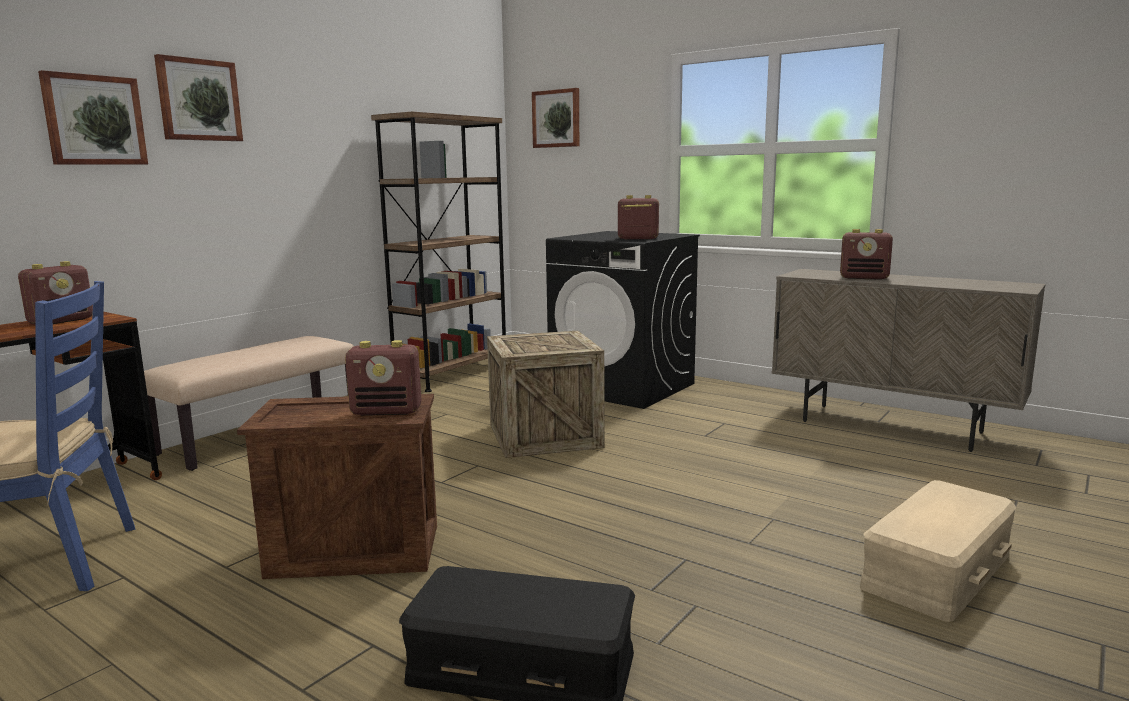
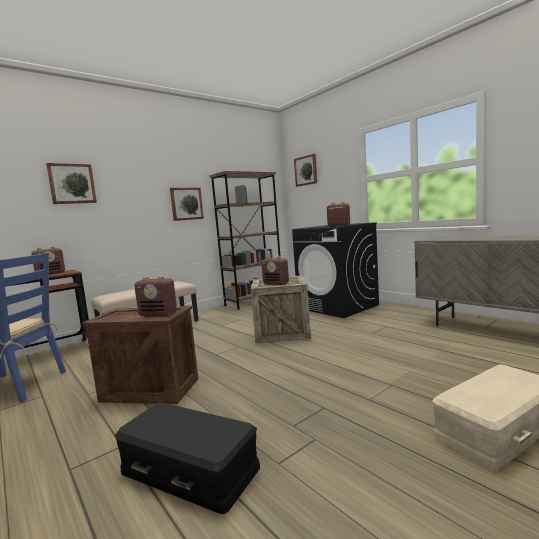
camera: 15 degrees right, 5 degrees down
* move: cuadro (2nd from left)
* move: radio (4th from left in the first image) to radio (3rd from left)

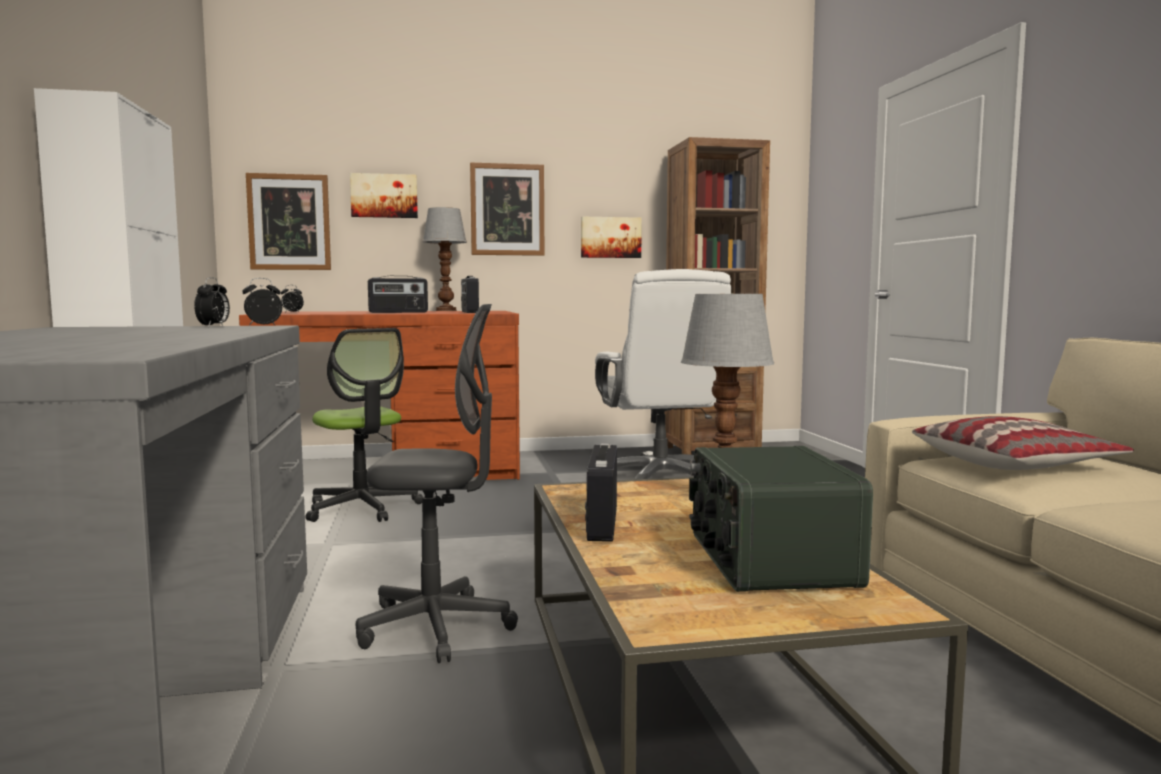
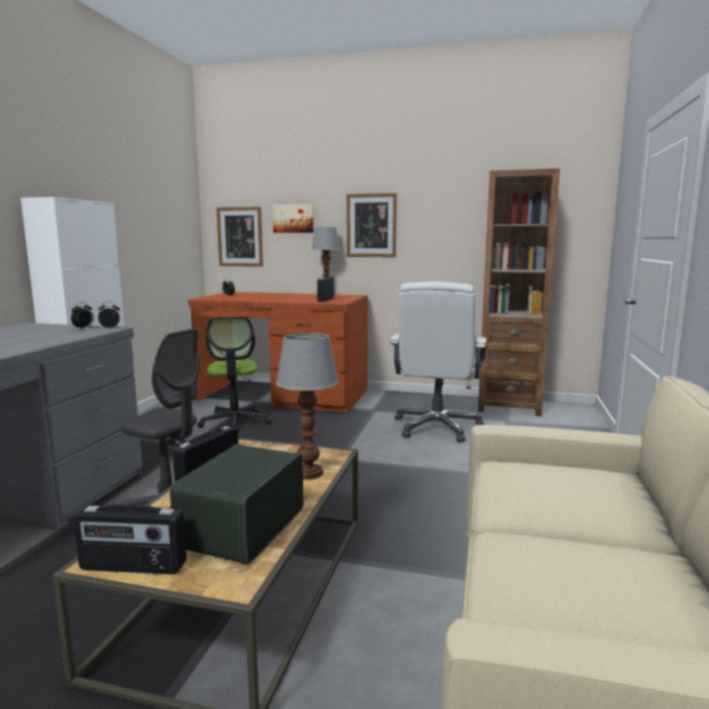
camera: 25 degrees right, 5 degrees up
* move: radio (1st from left)
* delete: cuadro (4th from left)
* delete: cojín

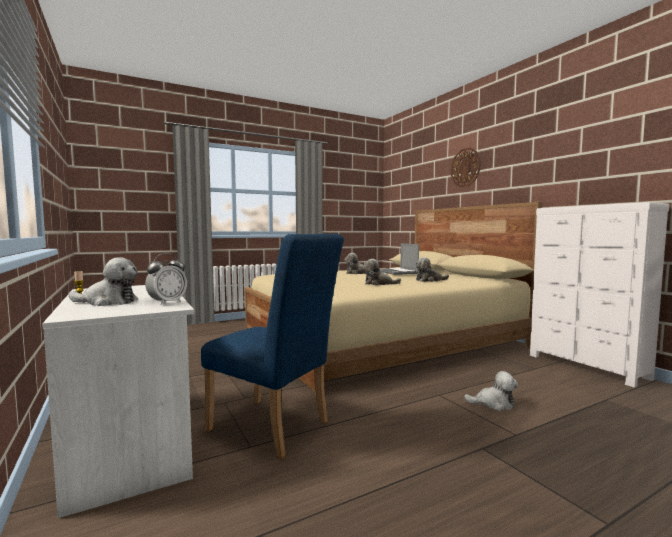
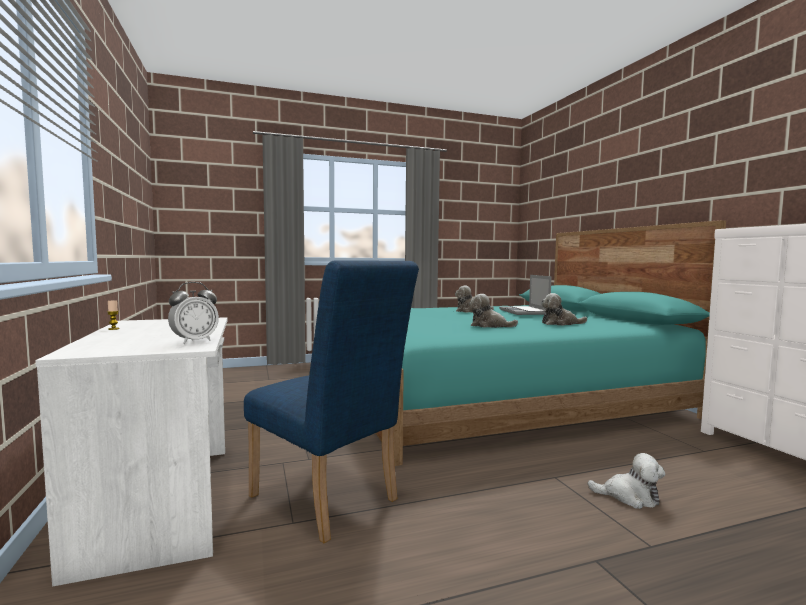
camera: 10 degrees right, 0 degrees up
* delete: peluche (1st from left)
* recolor: cama/beis to cama/turquesa
* delete: reloj de pared

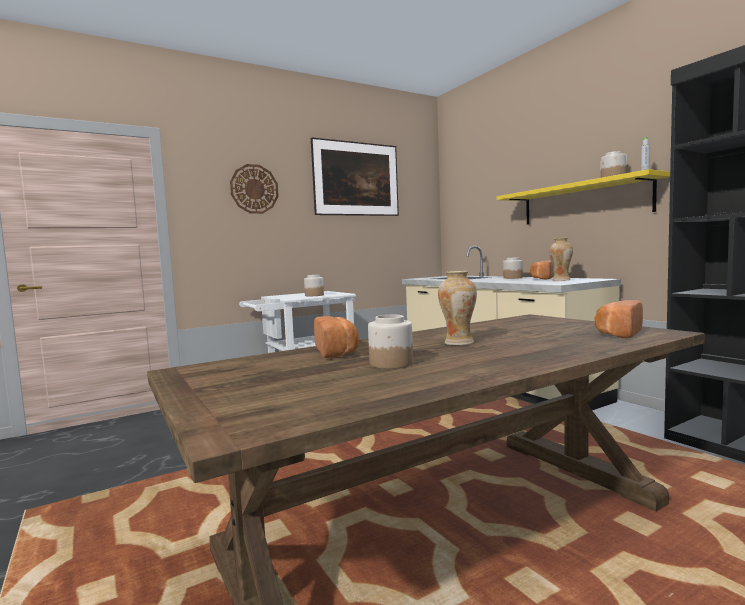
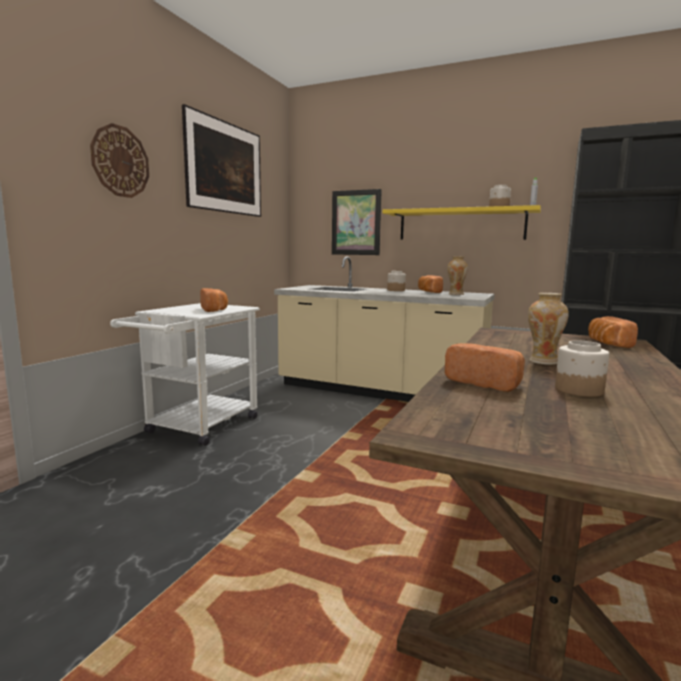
camera: 35 degrees left, 5 degrees up
* replace: tarro (1st from left) to pan (1st from left)
* insert: cuadro (2nd from left)

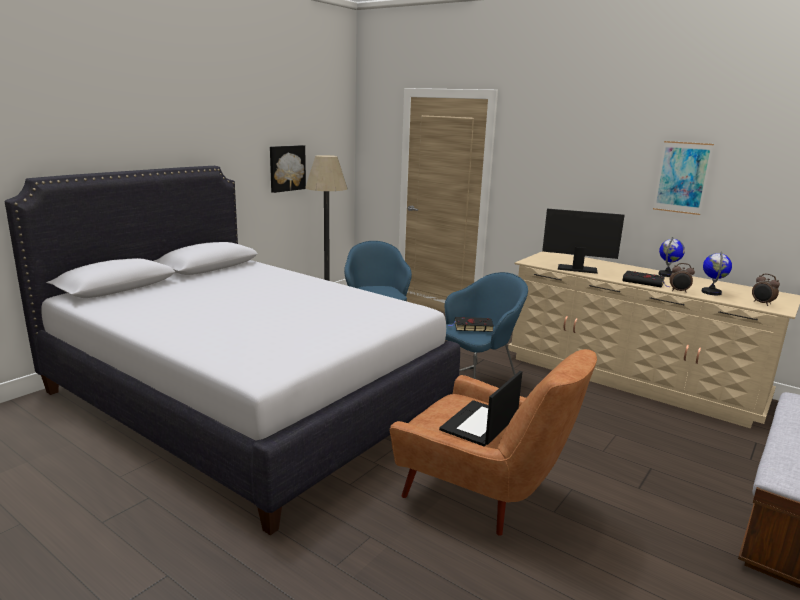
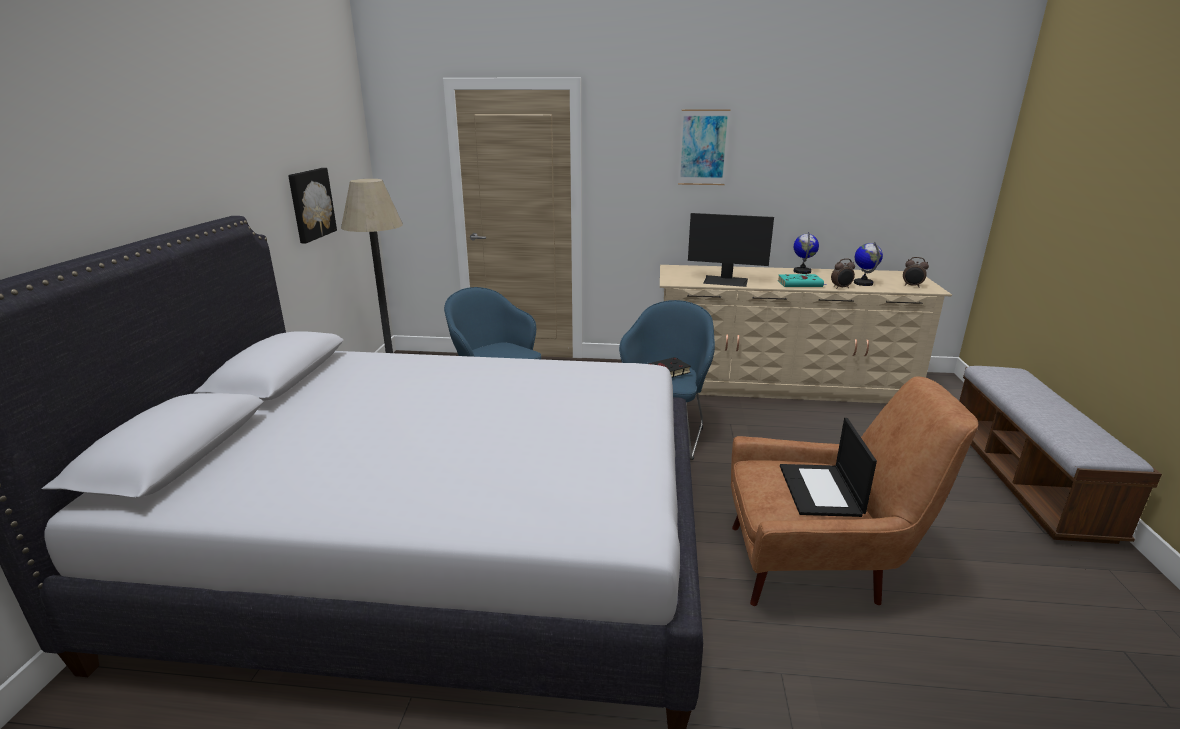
camera: 30 degrees left, 5 degrees up
* rotate: monitor 150 degrees counterclockwise
* recolor: libro/negro (2nd from left) to libro/turquesa
* move: cuadro (2nd from left)

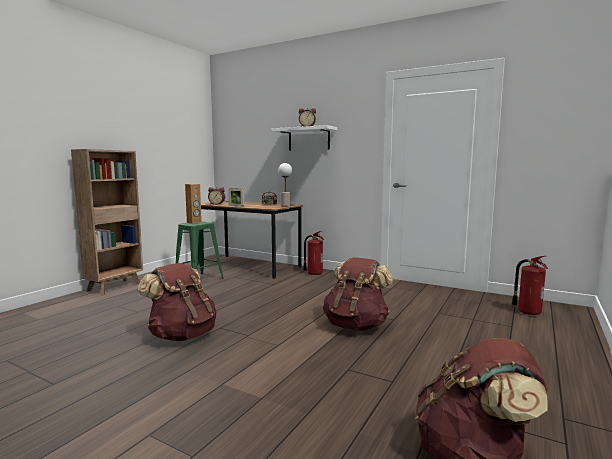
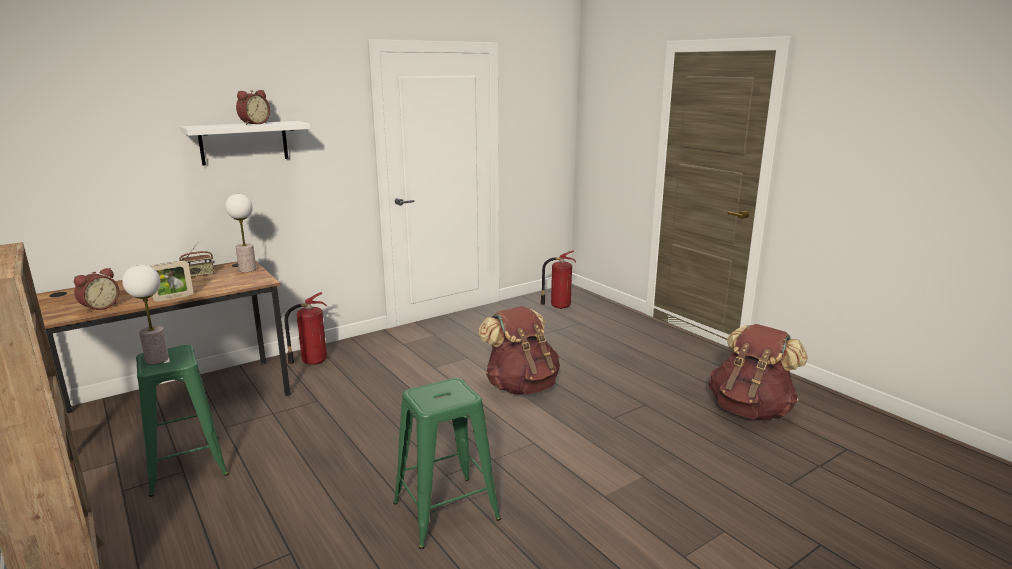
camera: 65 degrees left, 10 degrees up
* replace: mochila/marrón (1st from left) to taburete/verde (2nd from left)
* replace: altavoz/marrón to lámpara de mesa (1st from left)

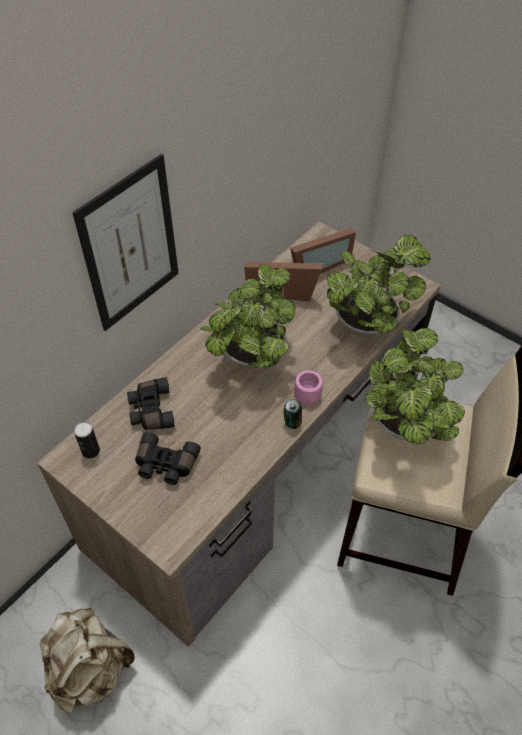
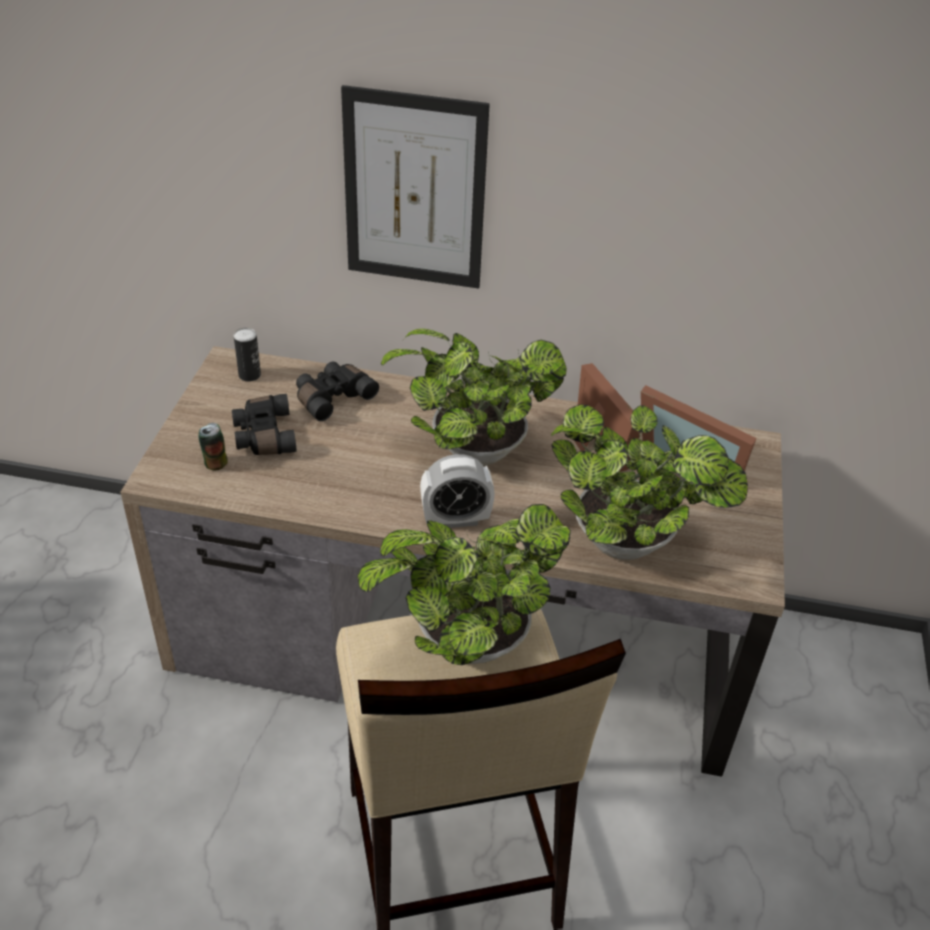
camera: 60 degrees right, 10 degrees down
* delete: mochila/beis
* move: lata (2nd from left in the first image) to lata (1st from left)
* replace: taza grande/rosa to despertador

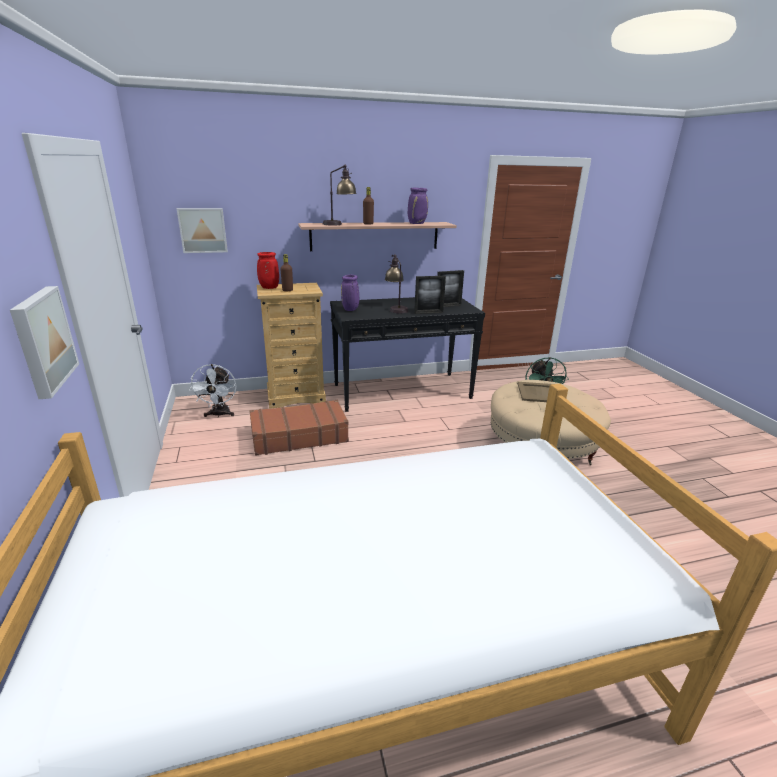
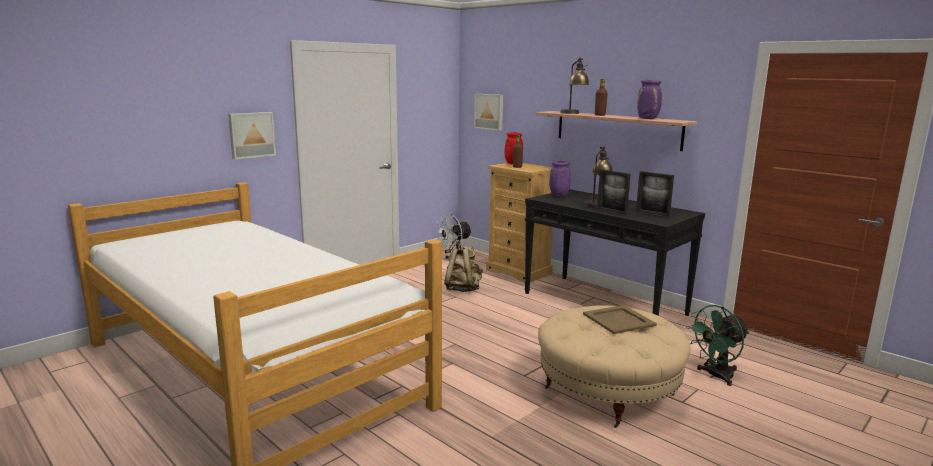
camera: 60 degrees right, 10 degrees down
* replace: maleta/marrón to mochila/beis

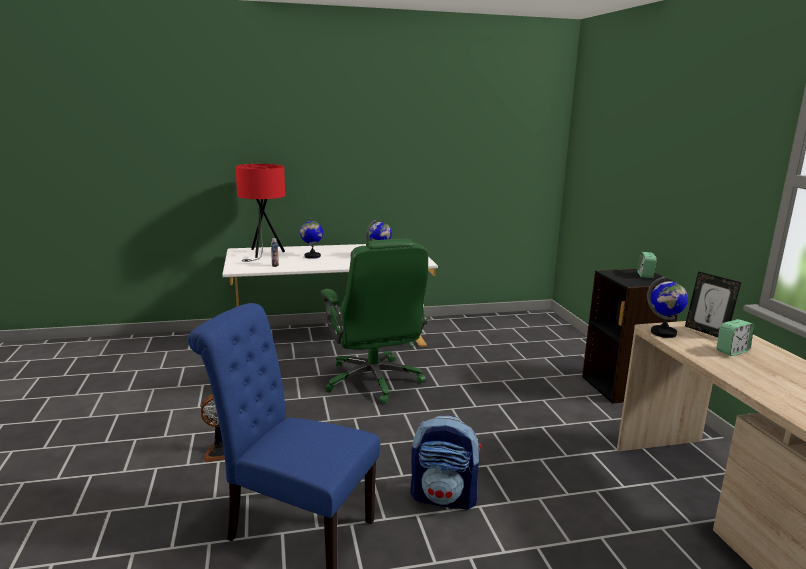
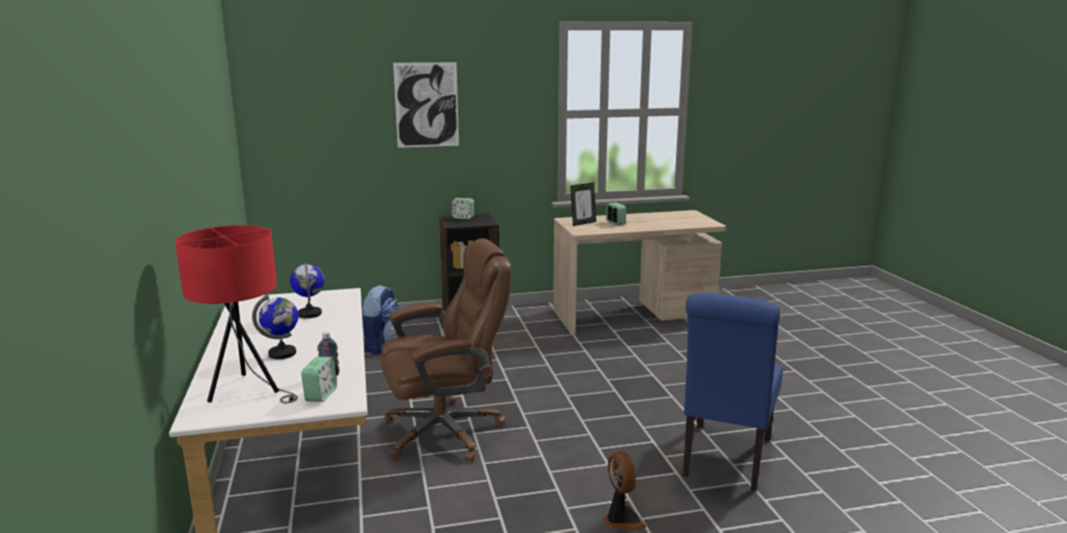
camera: 90 degrees left, 0 degrees up
* recolor: silla de oficina/verde to silla de oficina/marrón
* move: mochila
* delete: globo terráqueo (3rd from left)
* insert: despertador (1st from left)
* insert: cuadro

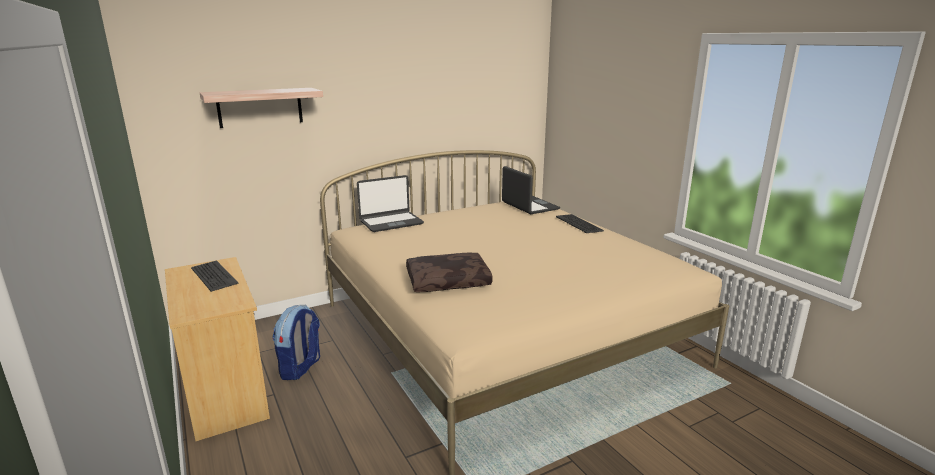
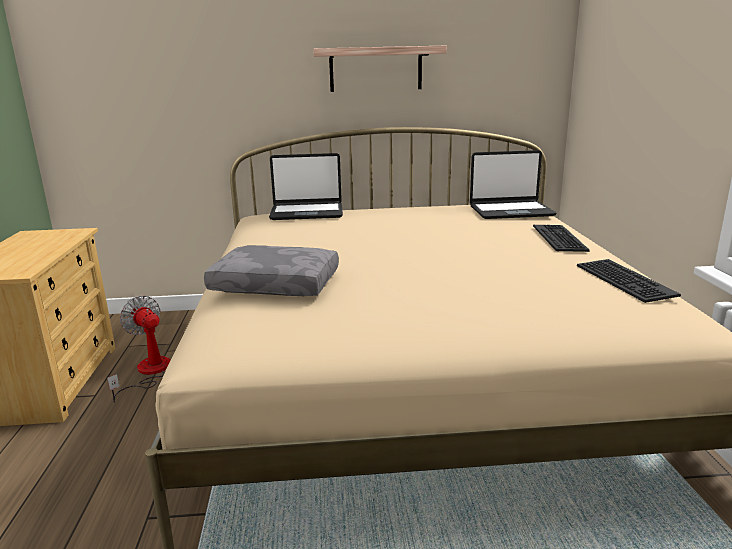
camera: 25 degrees right, 0 degrees up
* move: teclado (1st from left in the first image) to teclado (2nd from left)
* move: estante
* replace: mochila to ventilador
* recolor: cojín/marrón to cojín/gris
* rotate: portátil (2nd from left) 90 degrees clockwise

